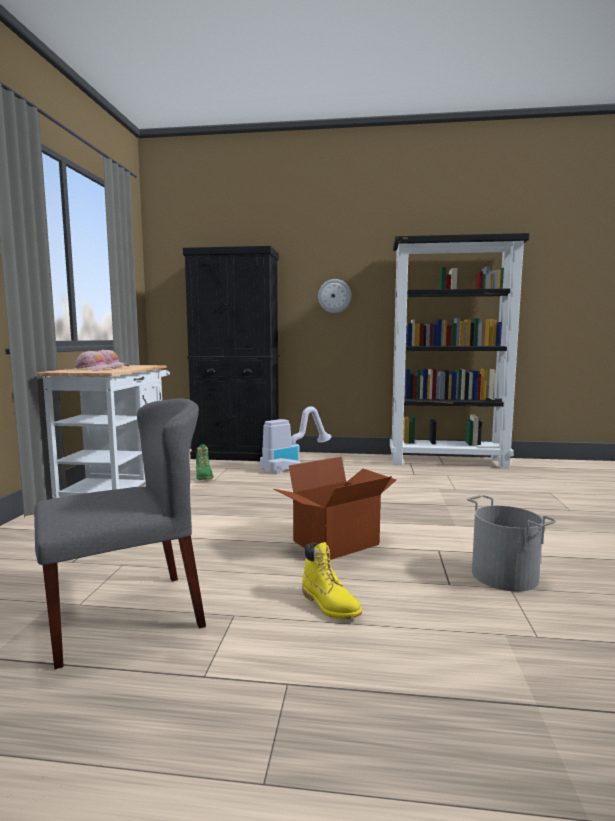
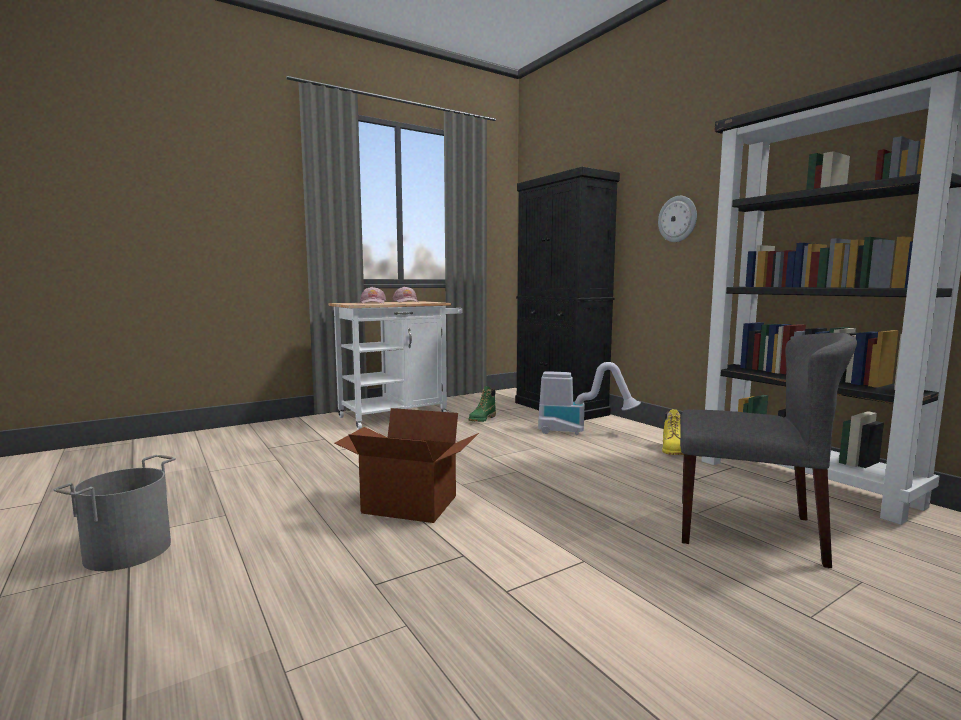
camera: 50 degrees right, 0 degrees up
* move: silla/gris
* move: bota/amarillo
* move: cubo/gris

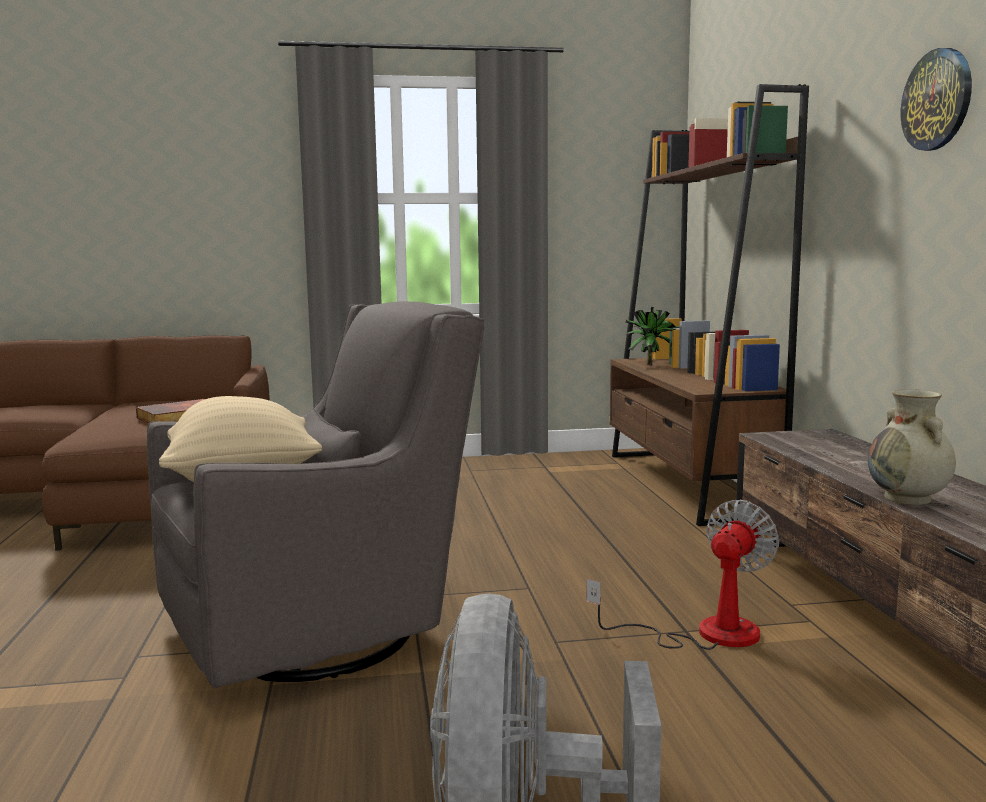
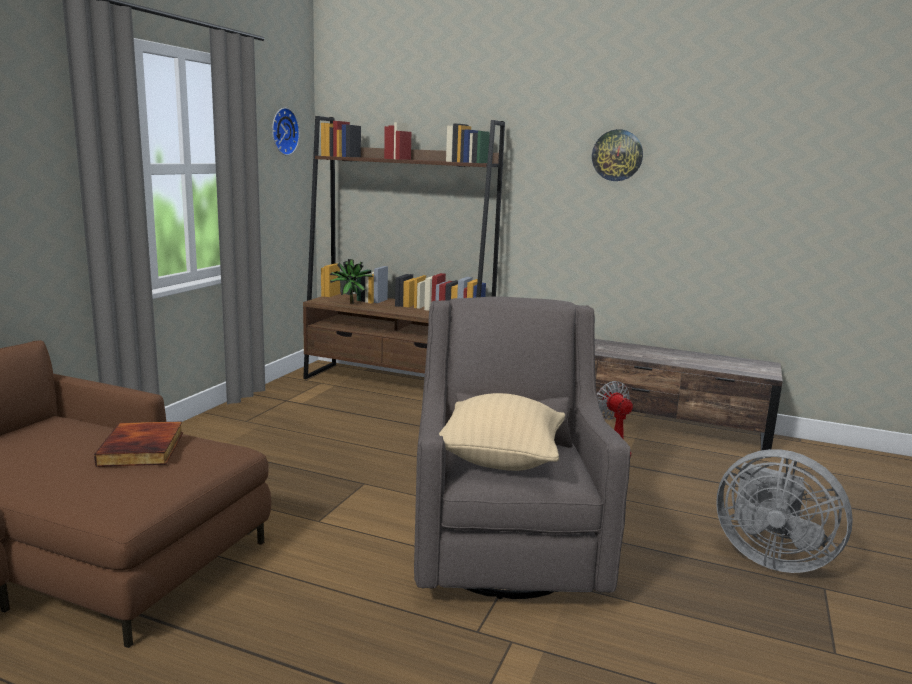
camera: 60 degrees left, 5 degrees up
* delete: florero/beis
* insert: reloj de pared (1st from left)

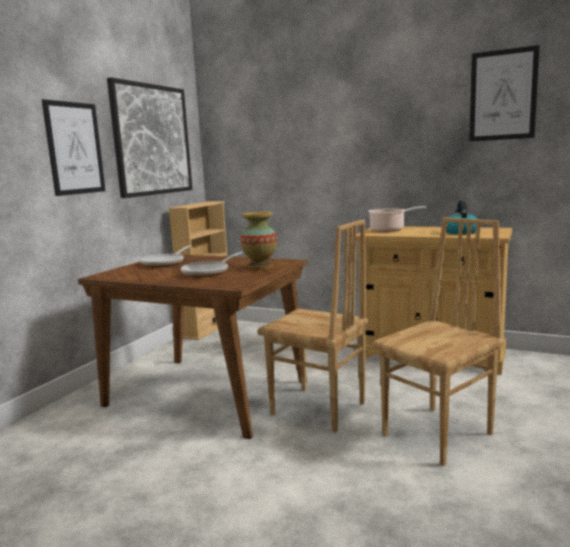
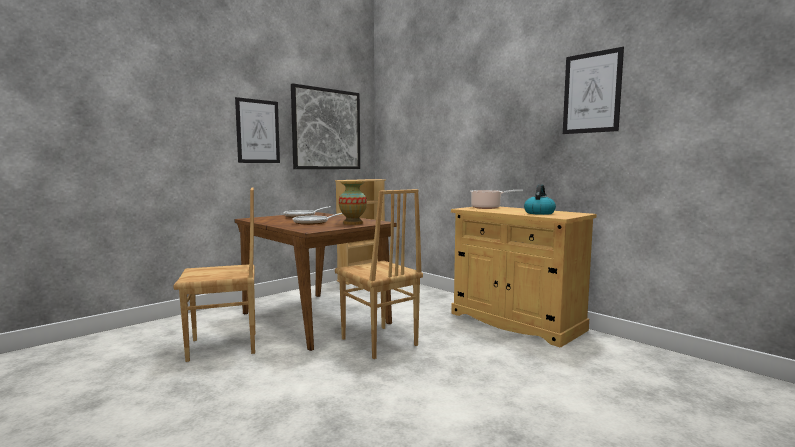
camera: 20 degrees right, 5 degrees down
* move: silla/marrón (2nd from left in the first image) to silla/marrón (1st from left)

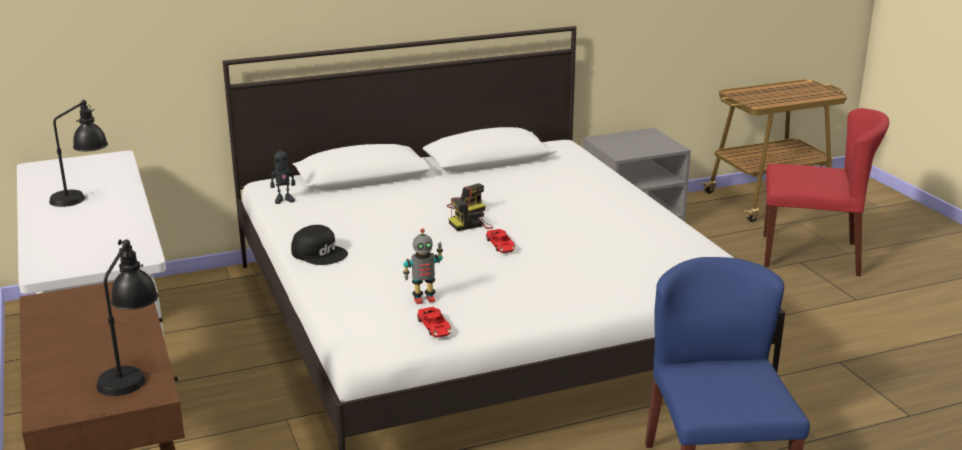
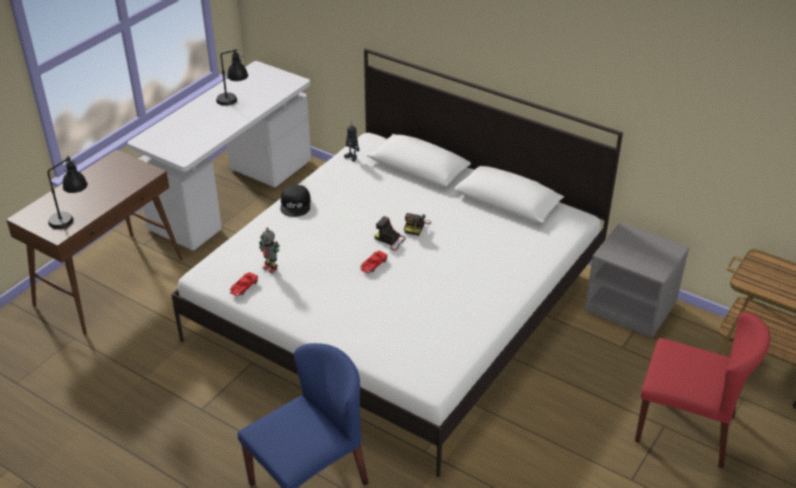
camera: 55 degrees right, 15 degrees up
* rotate: silla/rojo 45 degrees counterclockwise

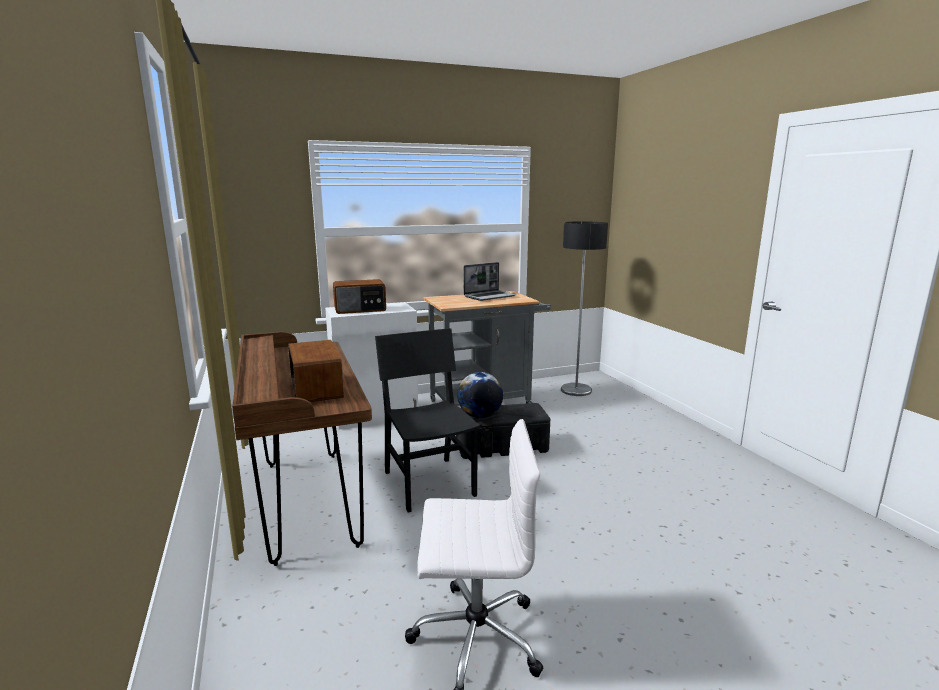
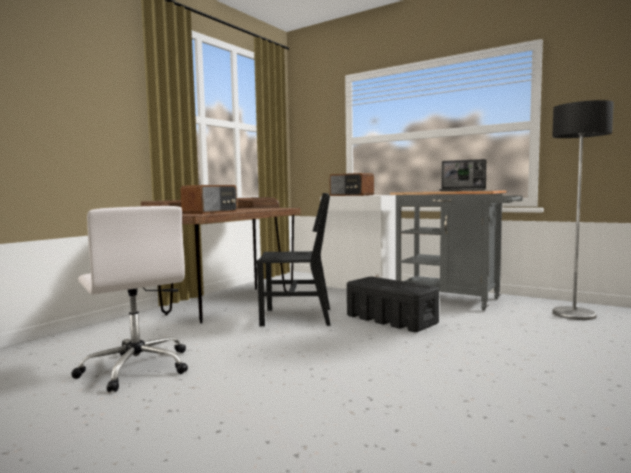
camera: 55 degrees right, 10 degrees down
* rotate: silla/negro 60 degrees clockwise
* delete: globo terráqueo

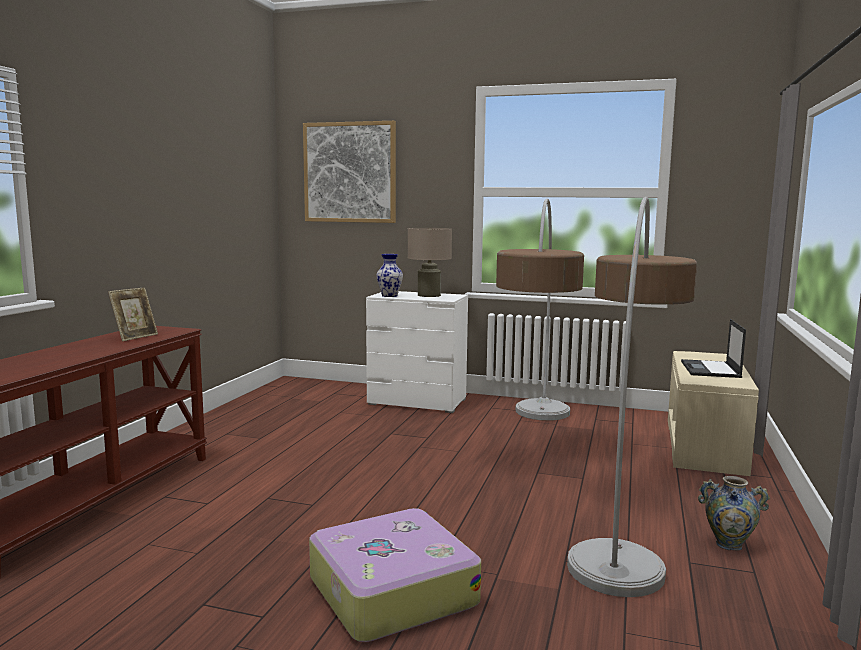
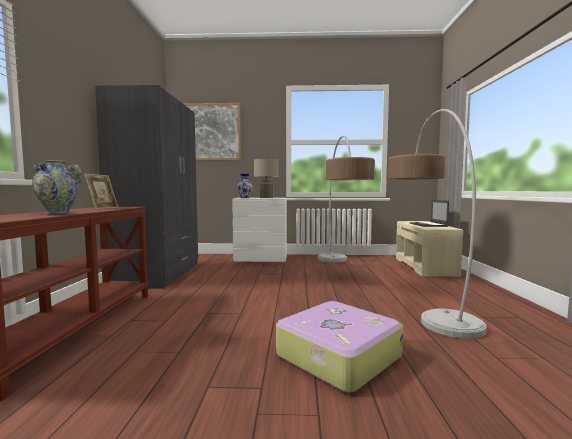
camera: 15 degrees left, 5 degrees down
* move: florero (2nd from left in the first image) to florero (1st from left)
* insert: armario ropero/gris

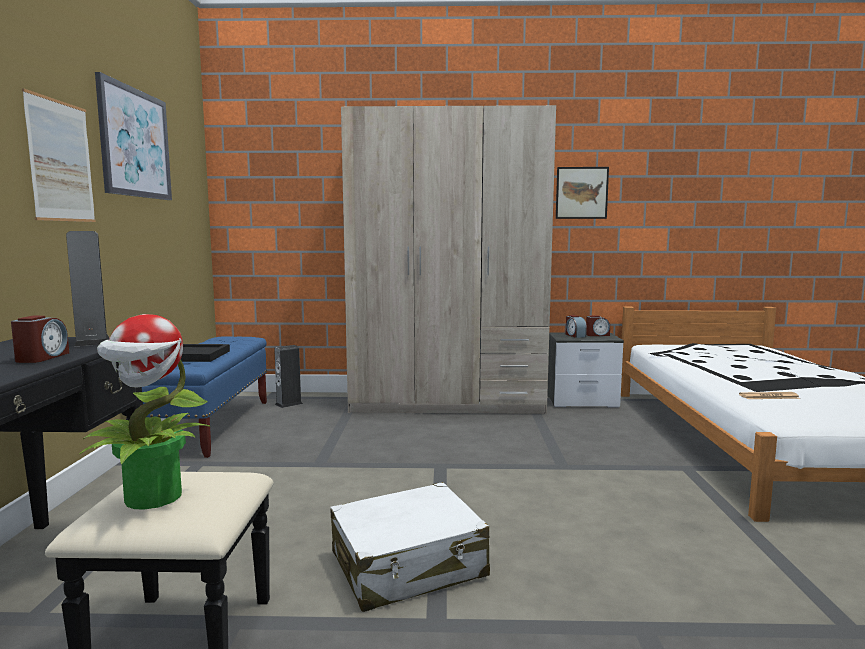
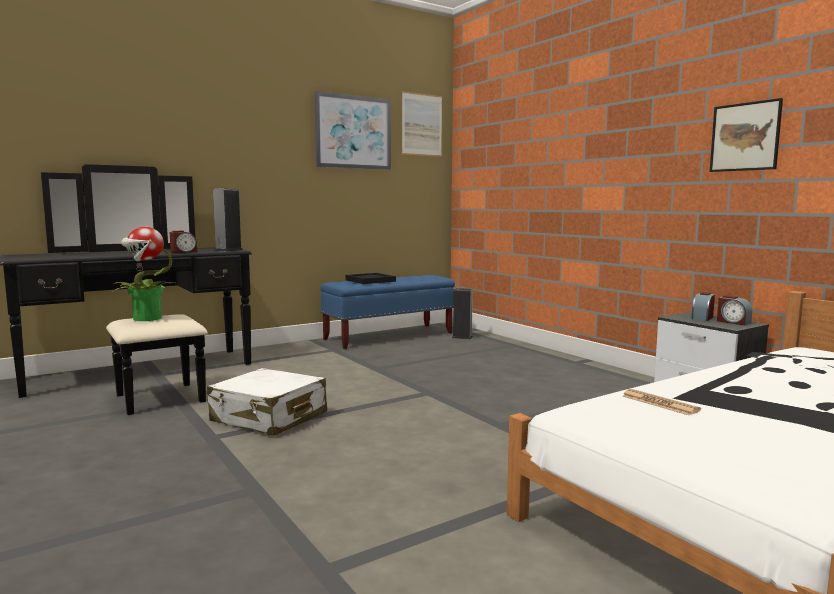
camera: 55 degrees right, 0 degrees up
* move: cuadro (1st from left in the first image) to cuadro (2nd from left)
* delete: armario ropero/beis

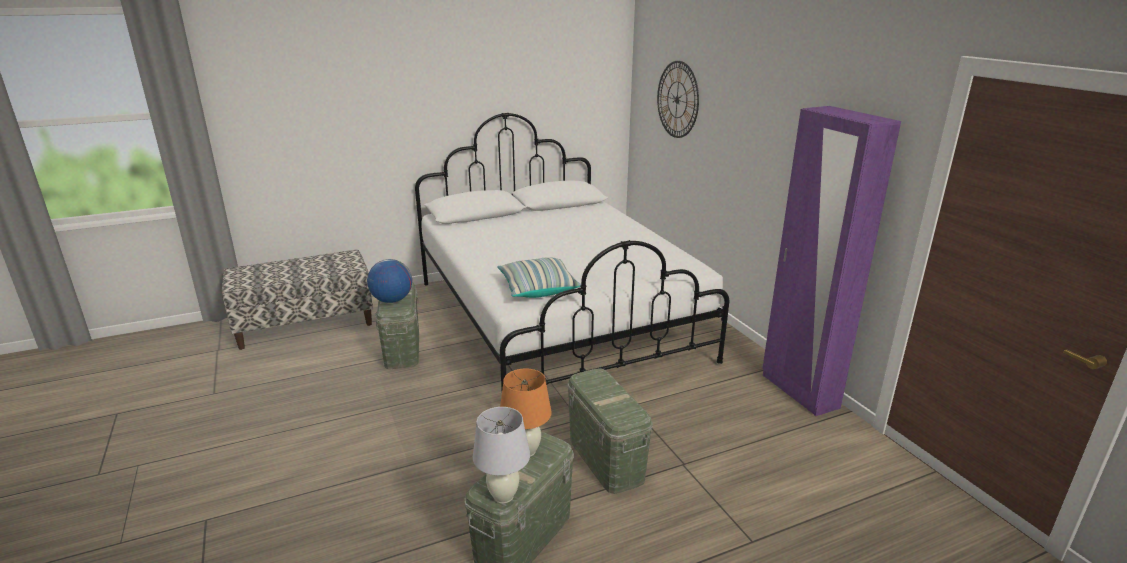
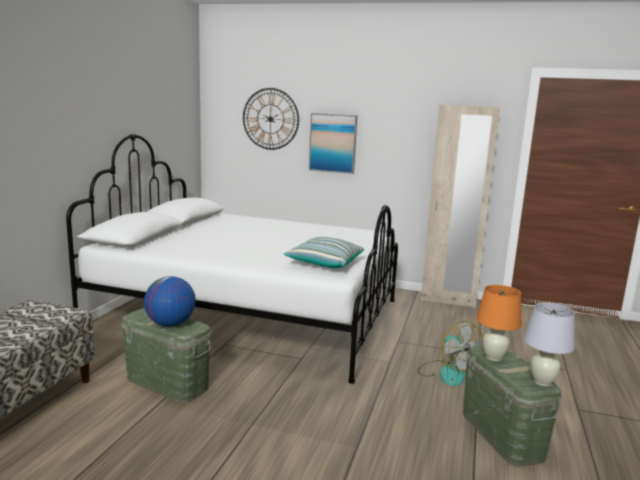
camera: 50 degrees left, 10 degrees down
* replace: caja de almacenaje/verde (3rd from left) to ventilador
* recolor: armario ropero/morado to armario ropero/beis
* insert: cuadro

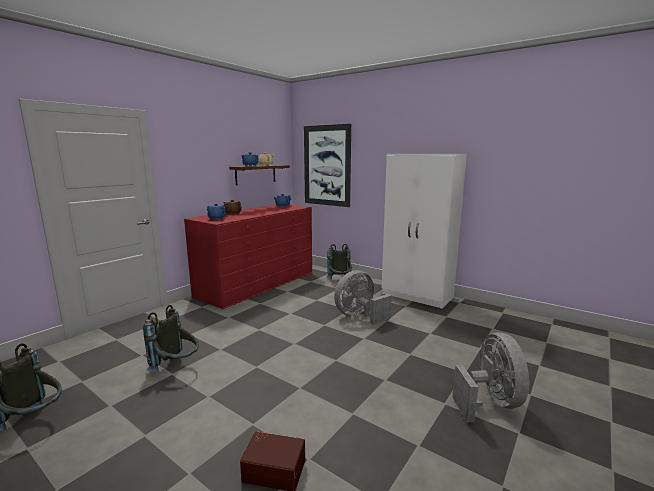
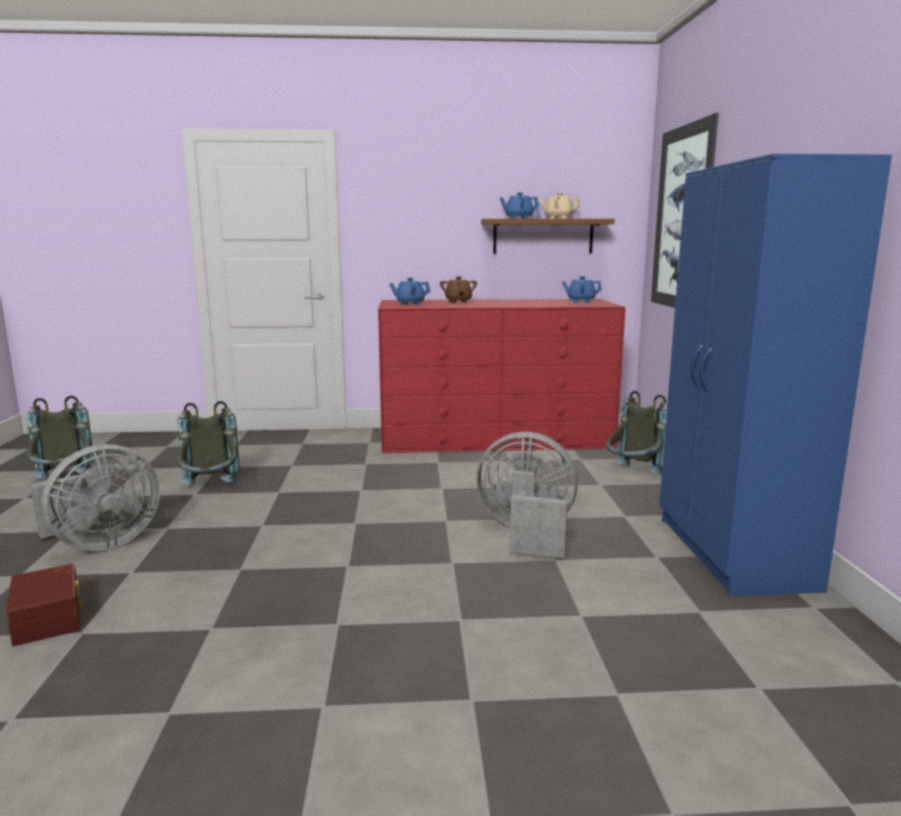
camera: 50 degrees right, 0 degrees up
* recolor: armario ropero/blanco to armario ropero/azul
* move: ventilador/gris (2nd from left in the first image) to ventilador/gris (1st from left)

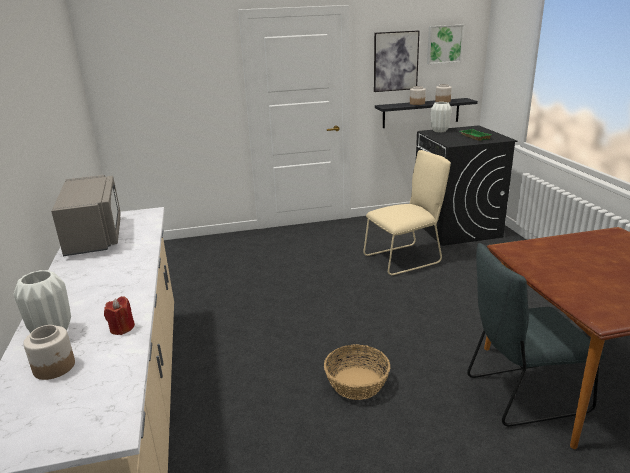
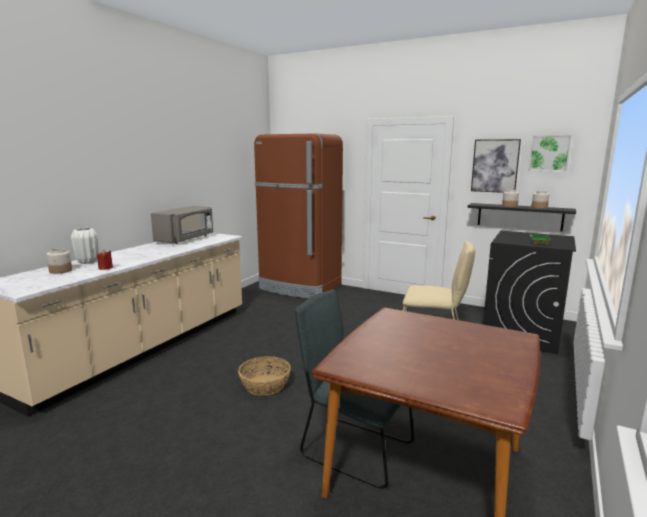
camera: 40 degrees right, 10 degrees down
* delete: florero/blanco (2nd from left)
* insert: nevera/marrón

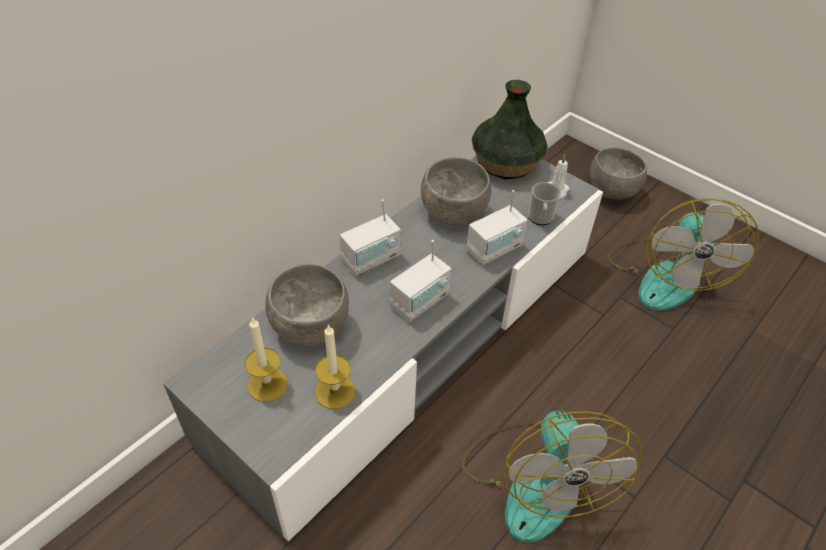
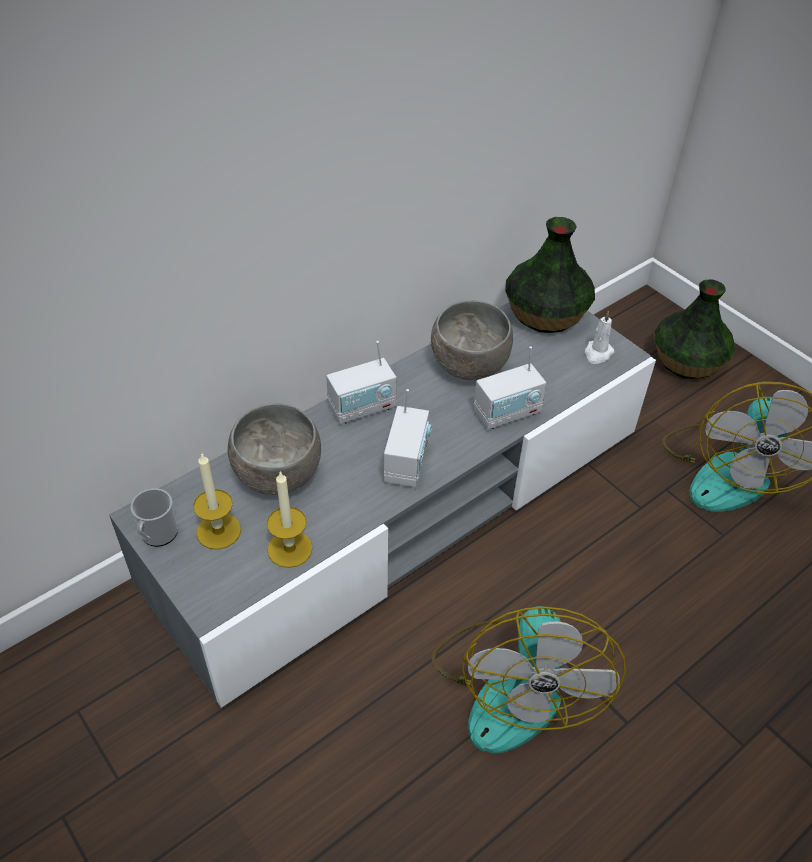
camera: 10 degrees right, 0 degrees up
* rotate: radio (2nd from left) 45 degrees counterclockwise
* move: taza grande
* replace: cuenco/gris (3rd from left) to florero (2nd from left)

